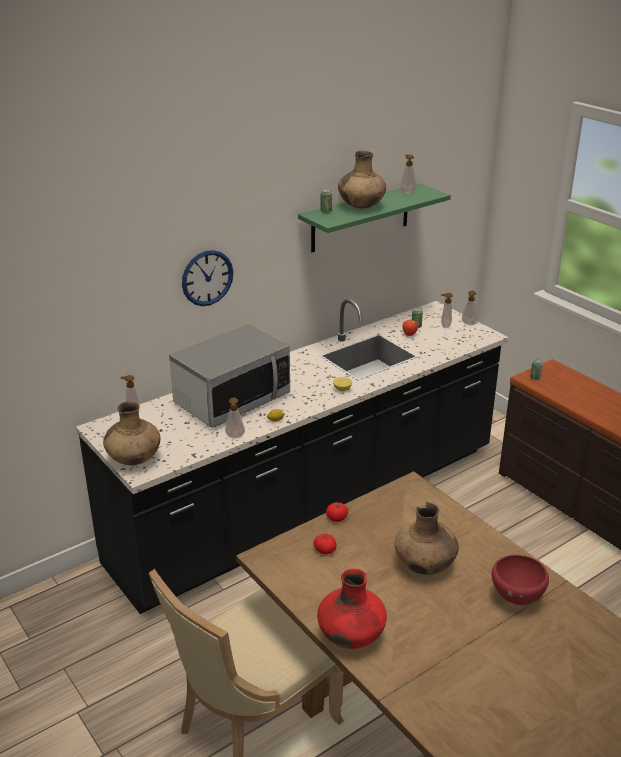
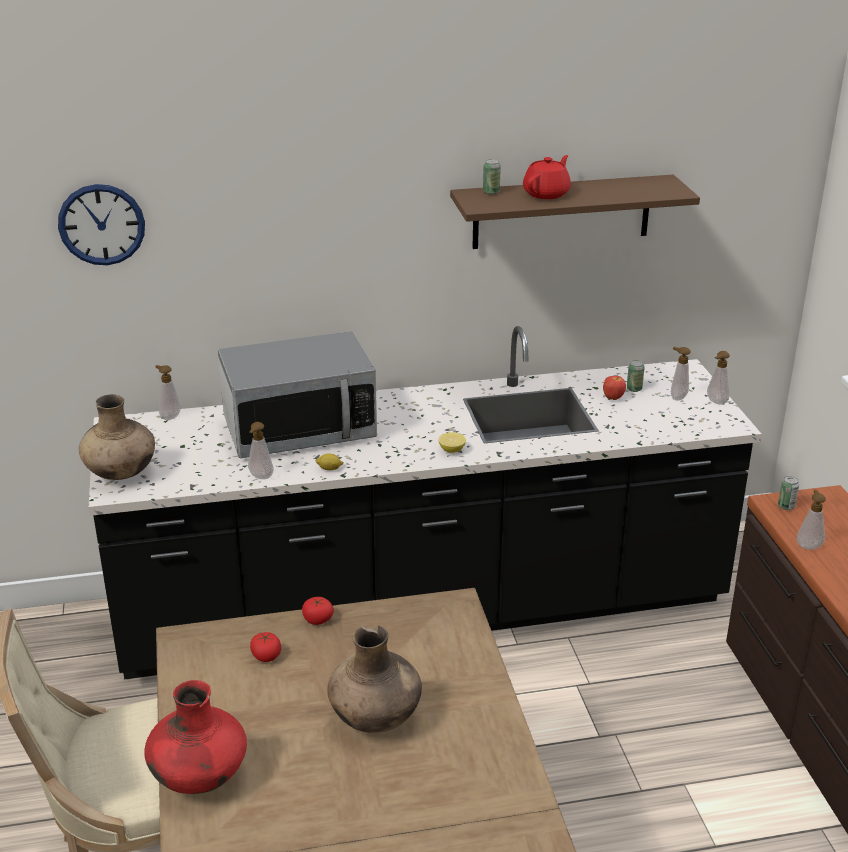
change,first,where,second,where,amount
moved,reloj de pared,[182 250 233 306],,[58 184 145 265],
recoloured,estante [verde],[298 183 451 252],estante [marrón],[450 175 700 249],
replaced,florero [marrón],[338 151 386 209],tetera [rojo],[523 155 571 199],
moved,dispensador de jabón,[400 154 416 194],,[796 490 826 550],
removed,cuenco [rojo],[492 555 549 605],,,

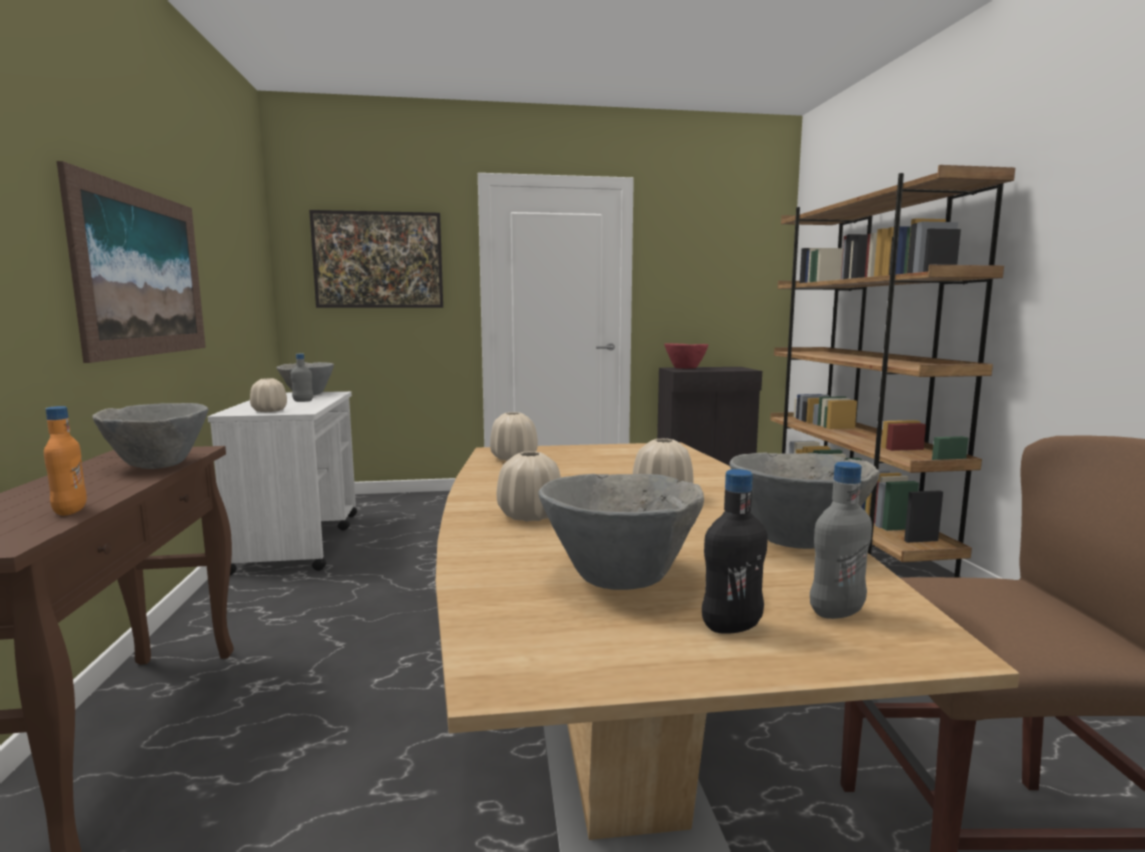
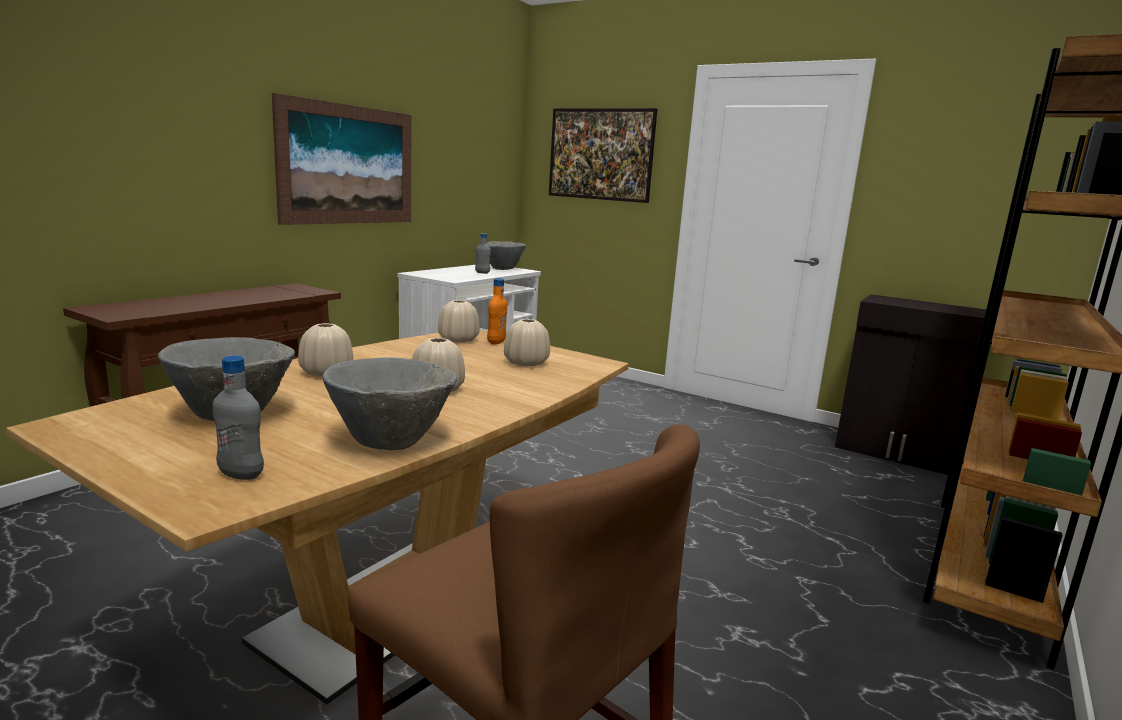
change,first,where,second,where,amount
moved,botella [naranja],[44 406 87 516],,[487 278 507 345],
removed,cuenco [gris],[92 403 209 469],,,
moved,florero [beis],[250 378 287 412],,[504 319 550 367],
removed,cuenco [rojo],[664 343 708 369],,,
removed,botella [negro],[702 469 768 634],,,

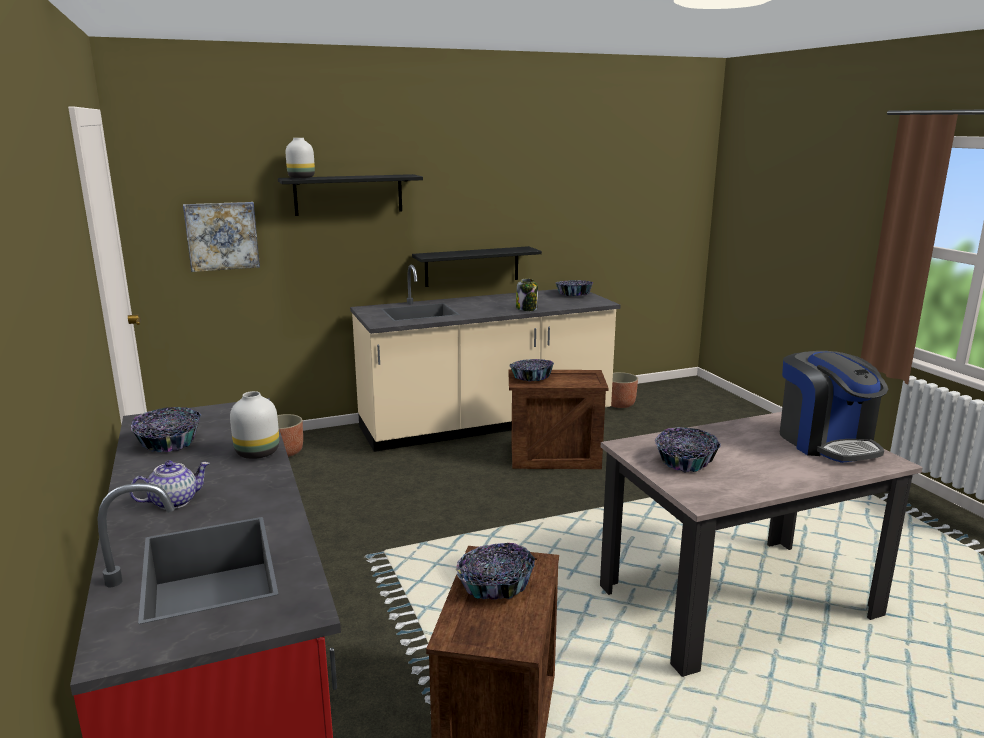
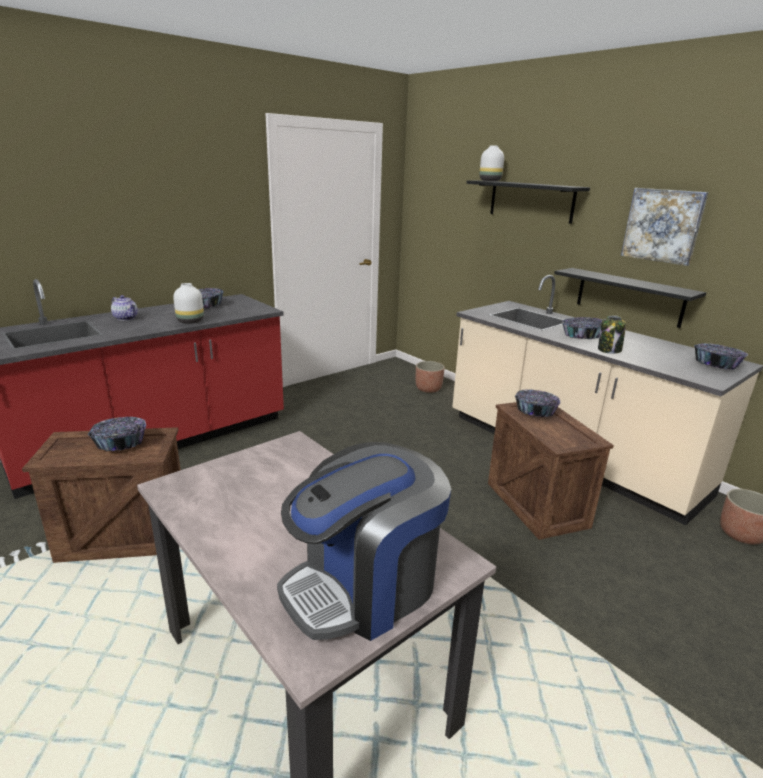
change,first,where,second,where,amount
moved,cuadro,[183 202 260 272],,[621 188 708 266],
moved,cuenco,[655 427 721 473],,[562 317 603 339],

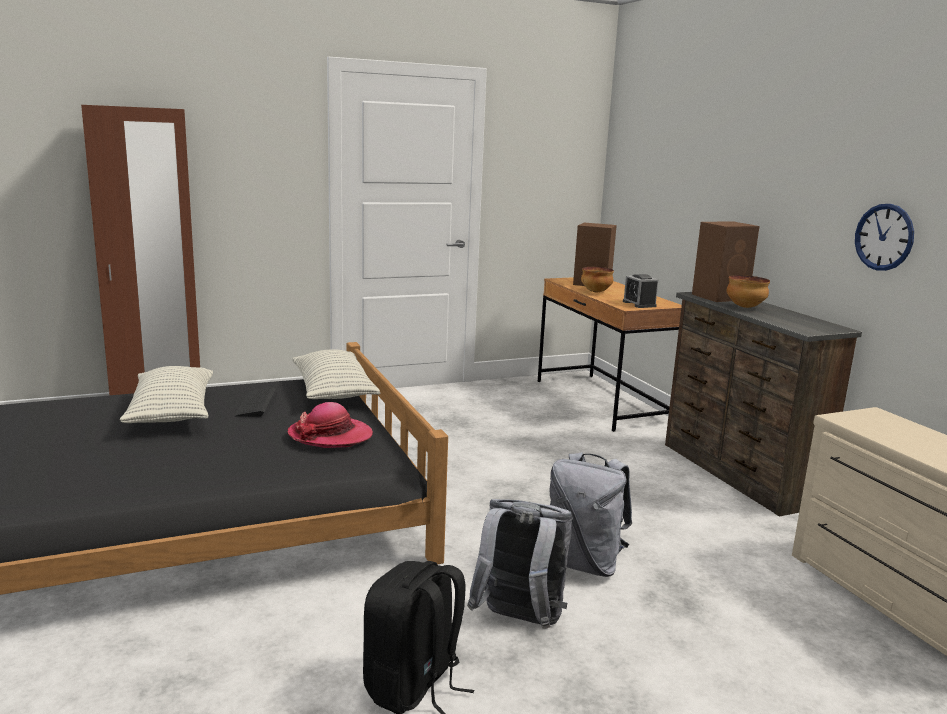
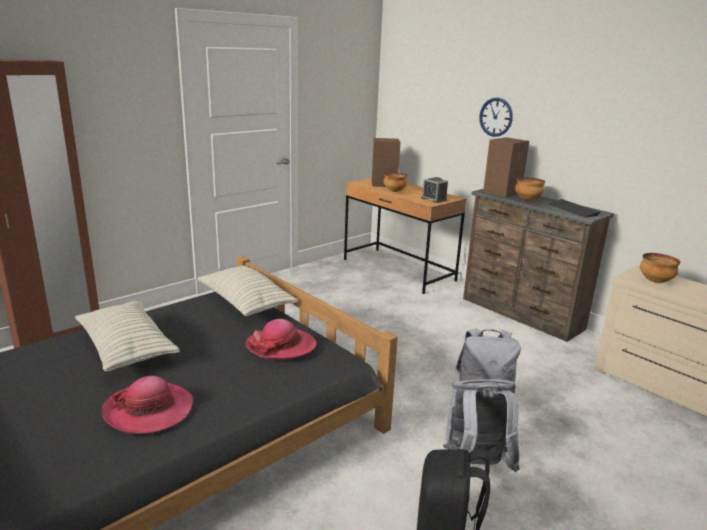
change,first,where,second,where,amount
moved,teclado,[234 387 276 417],,[549 199 600 217],
moved,reloj de pared,[855 204 914 271],,[479 98 513 137],
added,,,sombrero,[102 375 193 434],
added,,,cuenco,[640 253 680 283],

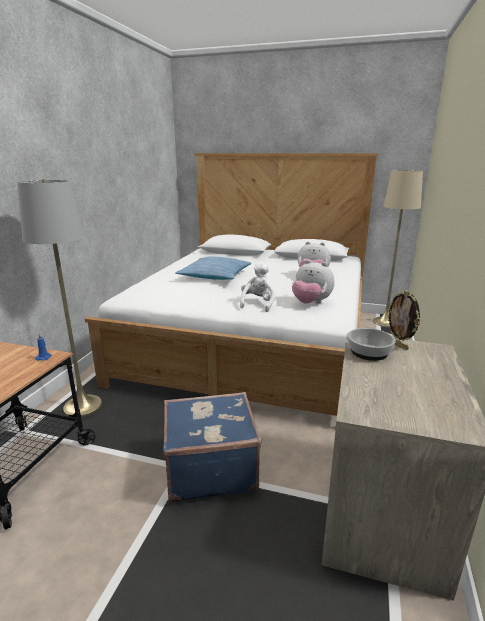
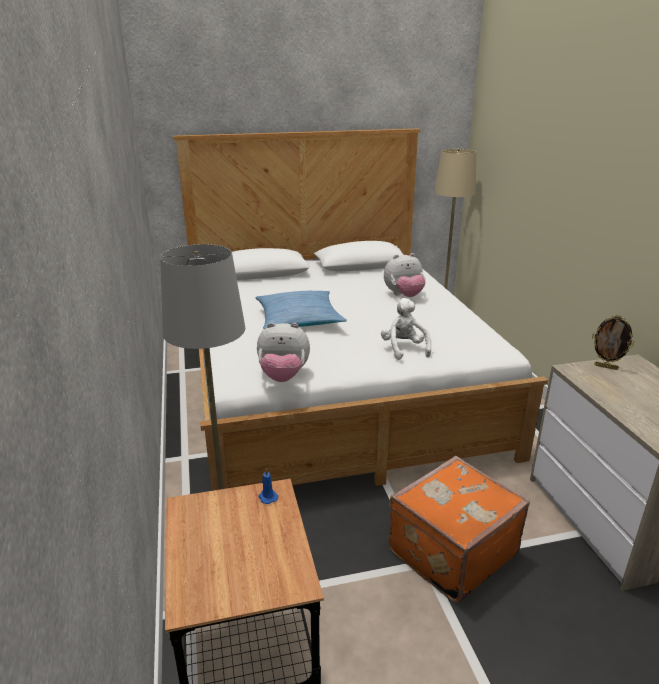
change,first,where,second,where,amount
recoloured,maleta [azul],[163 392 261 503],maleta [naranja],[388 456 530 603],
moved,peluche,[292 260 334 304],,[257 322 310 382],
removed,cuenco,[347 328 396 361],,,

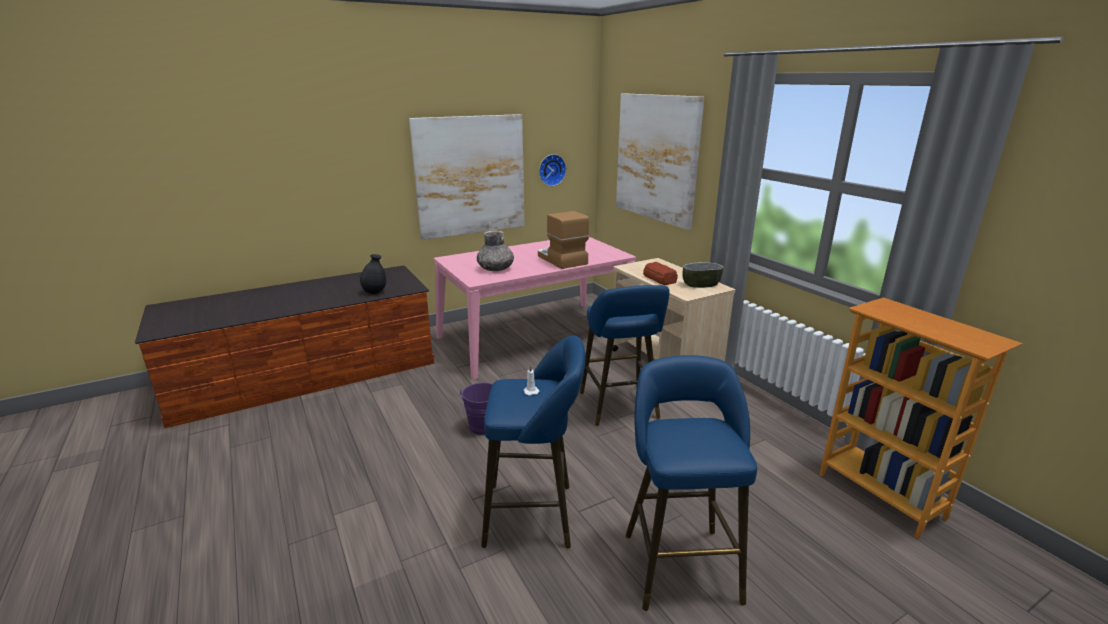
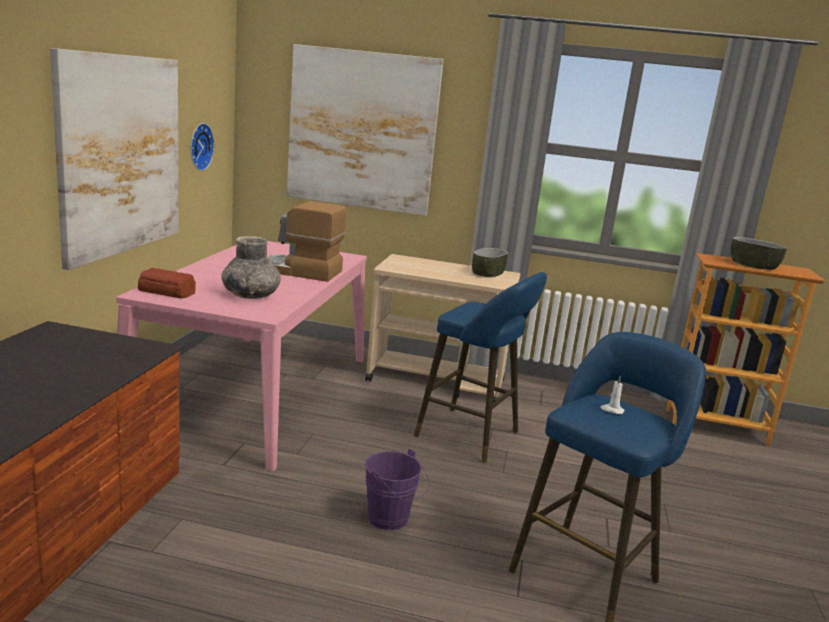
change,first,where,second,where,amount
removed,florero [negro],[360 254 386 294],,,
removed,taburete [azul],[626 355 757 611],,,
moved,pan,[643 262 678 285],,[138 268 196 298],
added,,,cuenco,[731 237 787 270],

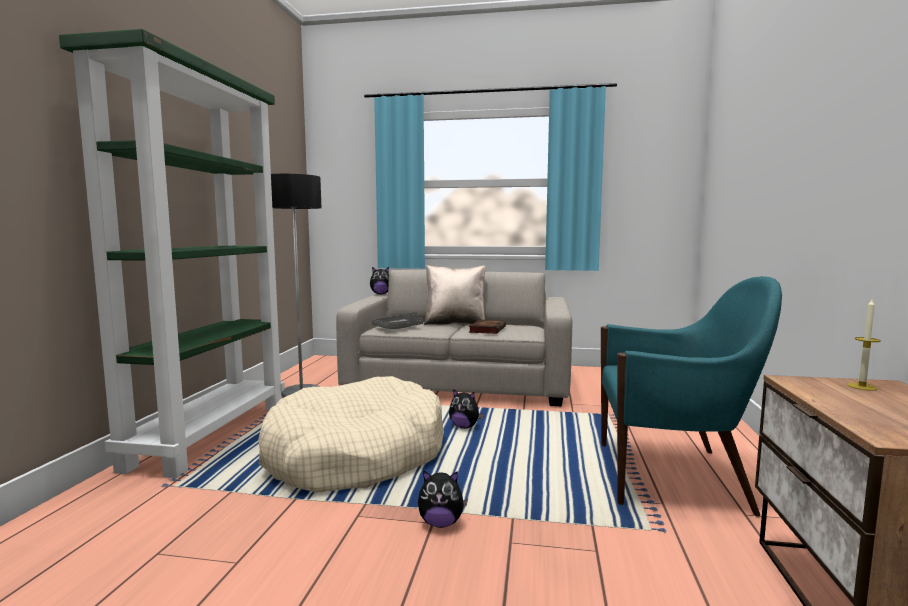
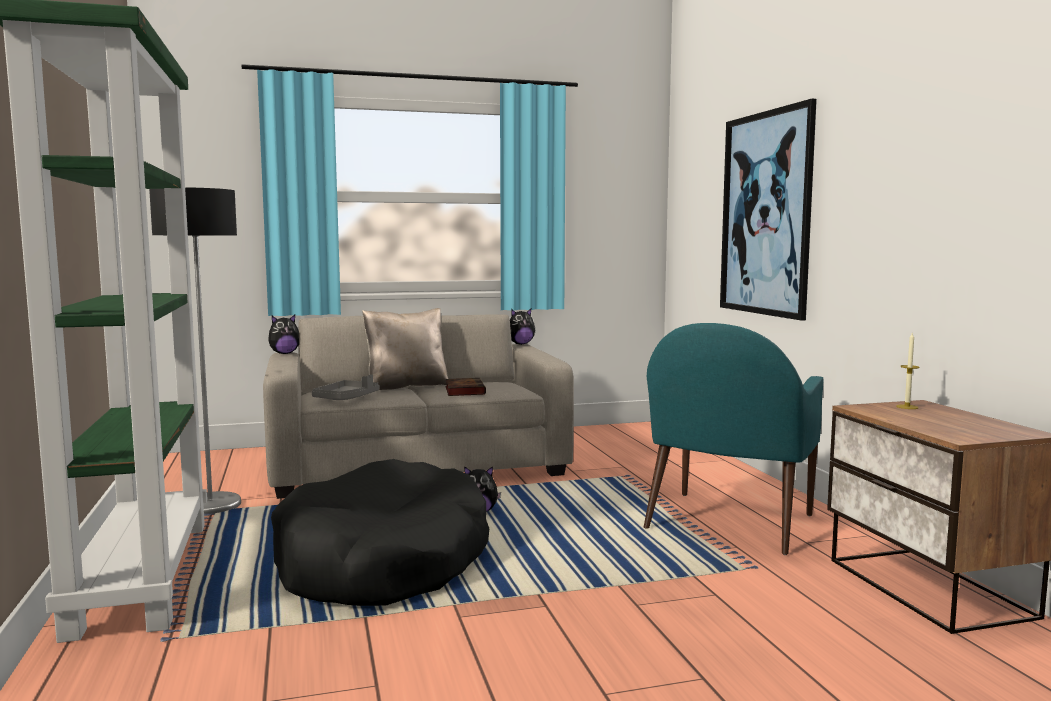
change,first,where,second,where,amount
recoloured,cama para perro [beis],[258 376 444 493],cama para perro [negro],[271 459 490 606],
moved,peluche,[418 470 468 528],,[510 309 535 345],
turned,sillón [turquesa],[601 276 782 517],,[644 323 823 555],135 degrees clockwise
added,,,cuadro,[720 99 817 320],

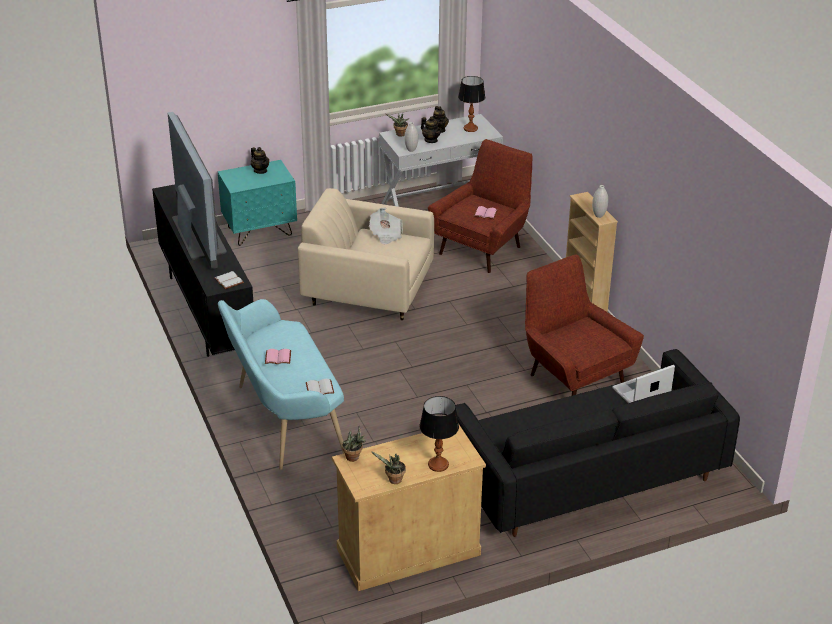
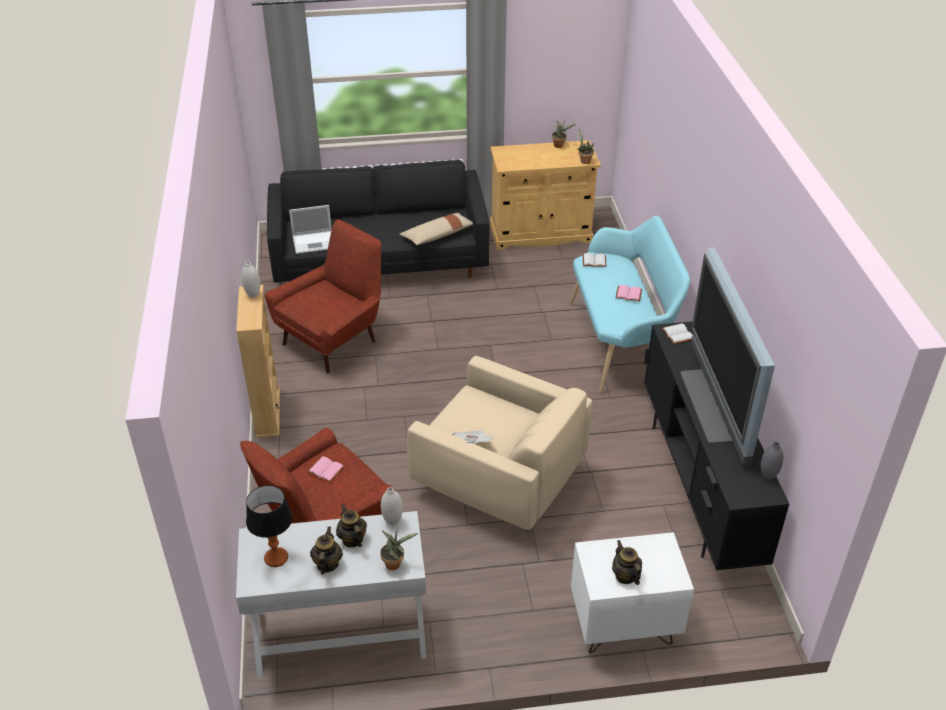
change,first,where,second,where,amount
recoloured,mesita de noche [turquesa],[218 160 297 246],mesita de noche [blanco],[571 532 694 654],
removed,lámpara de mesa,[420 396 459 472],,,
turned,sillón [rojo],[525 255 644 396],,[265 219 381 373],120 degrees counterclockwise
added,,,cojín [beis],[400 213 473 245],
added,,,florero [gris],[761 442 784 480],

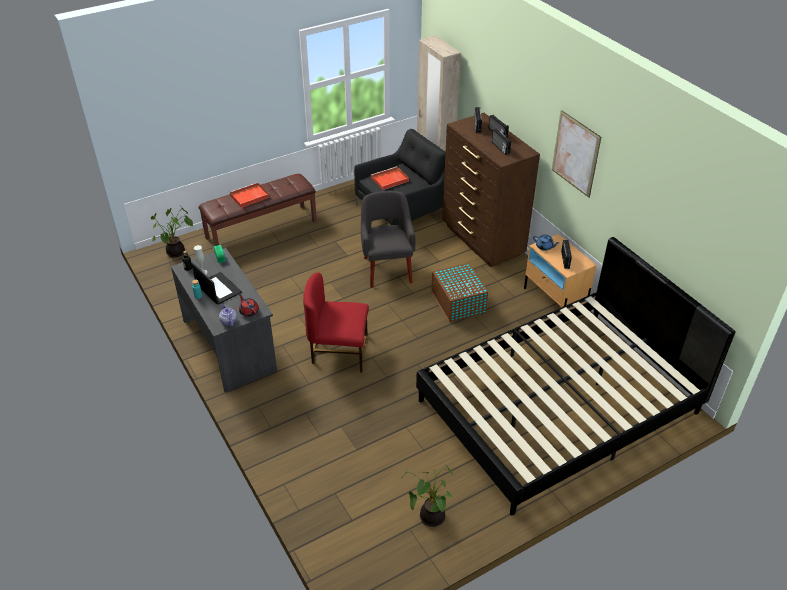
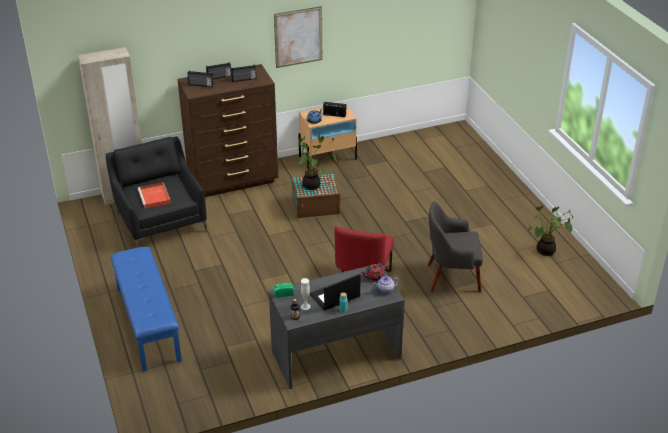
change,first,where,second,where,amount
moved,planta en maceta,[151 207 193 257],,[298 134 337 190],
recoloured,banco [marrón],[199 174 317 246],banco [azul],[110 247 182 372],
removed,bandeja [rojo],[230 182 269 208],,,
moved,sillón [gris],[361 191 416 288],,[428 201 483 293],
removed,cama [negro],[416 237 735 515],,,

